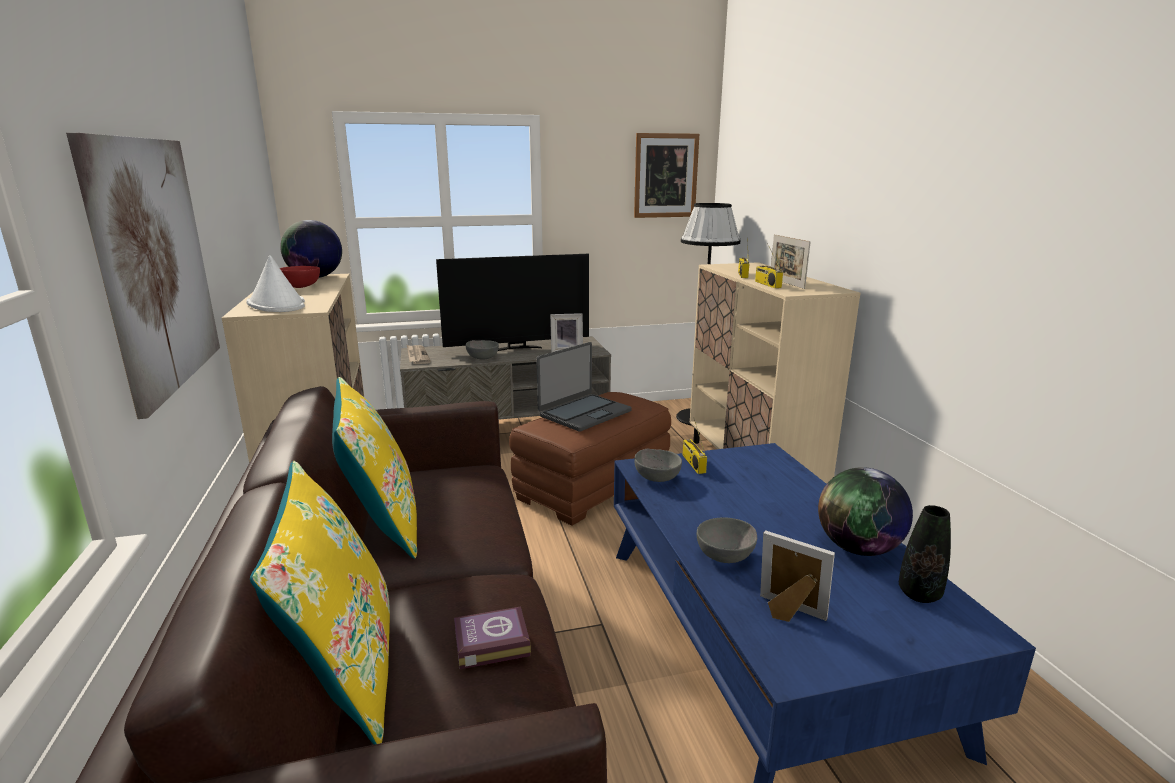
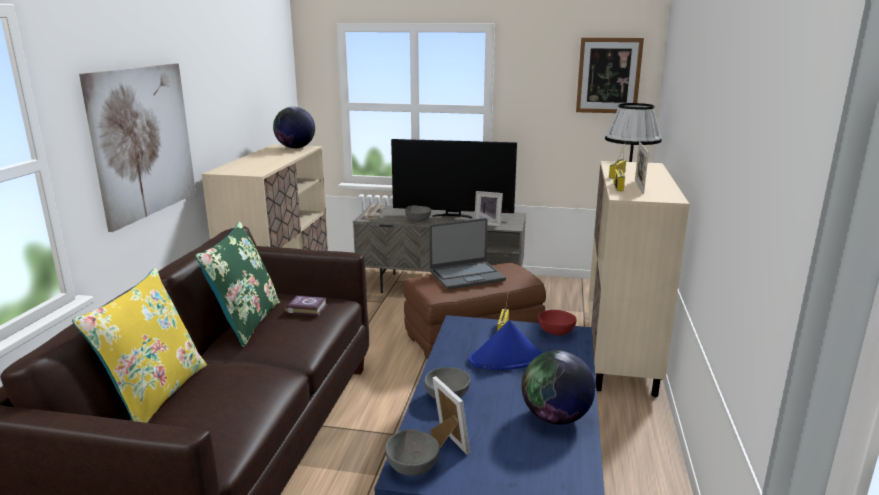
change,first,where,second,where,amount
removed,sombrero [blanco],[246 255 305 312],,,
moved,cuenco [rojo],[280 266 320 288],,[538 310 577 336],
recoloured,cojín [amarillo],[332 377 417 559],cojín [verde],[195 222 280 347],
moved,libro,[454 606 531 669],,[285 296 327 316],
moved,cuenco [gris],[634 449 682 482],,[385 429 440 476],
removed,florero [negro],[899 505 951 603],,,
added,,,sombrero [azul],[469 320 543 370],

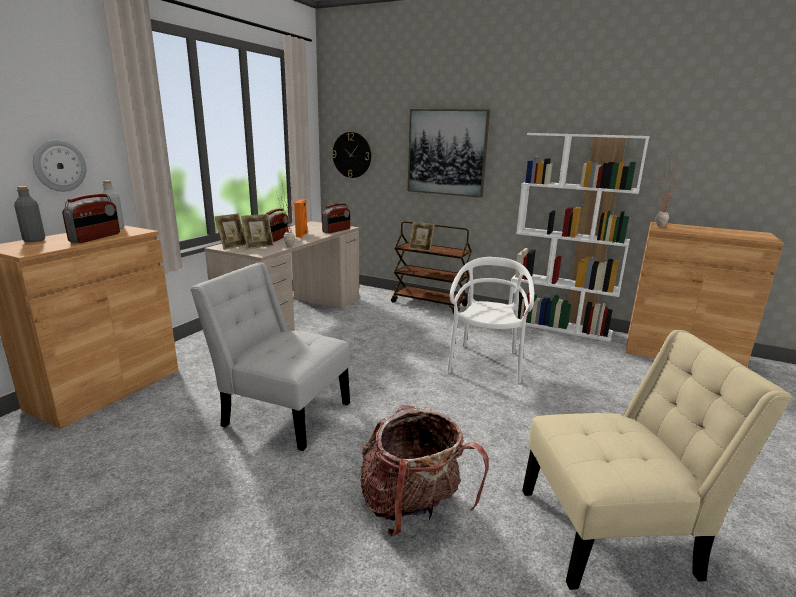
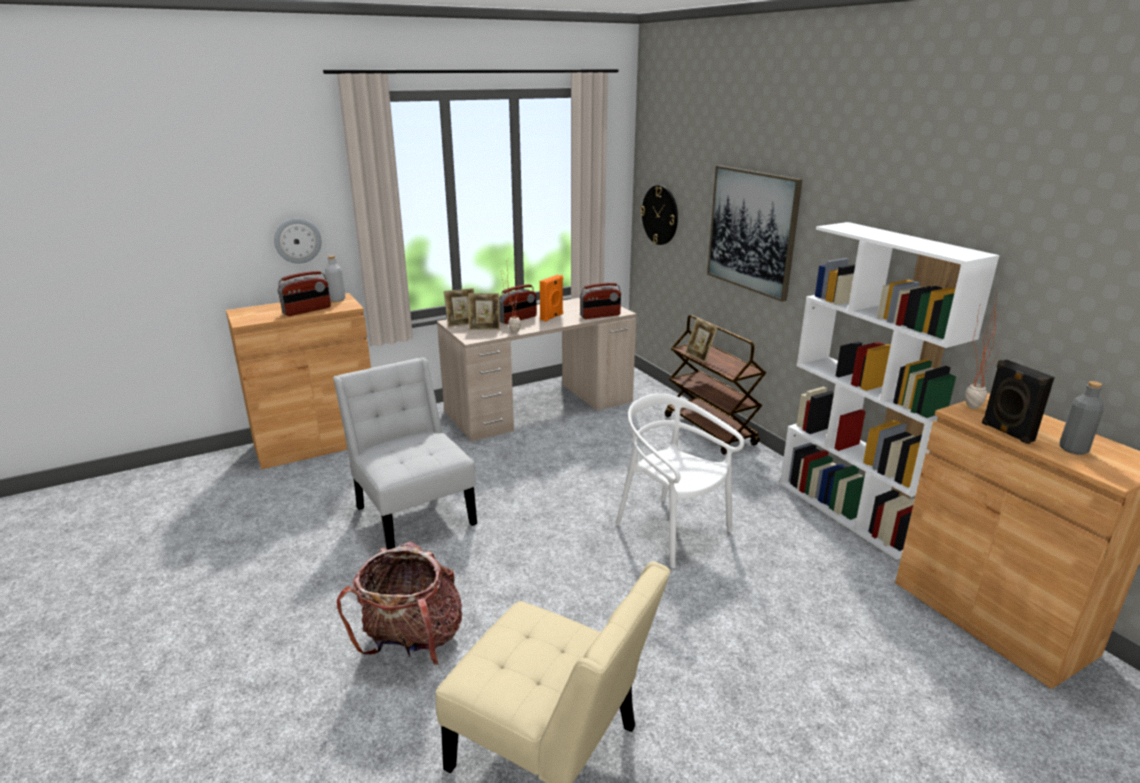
change,first,where,second,where,amount
moved,botella [gris],[14 186 45 242],,[1060 381 1104 455],
turned,silla [blanco],[447 257 534 383],,[616 393 745 568],90 degrees counterclockwise
added,,,altavoz [negro],[982 360 1055 444],

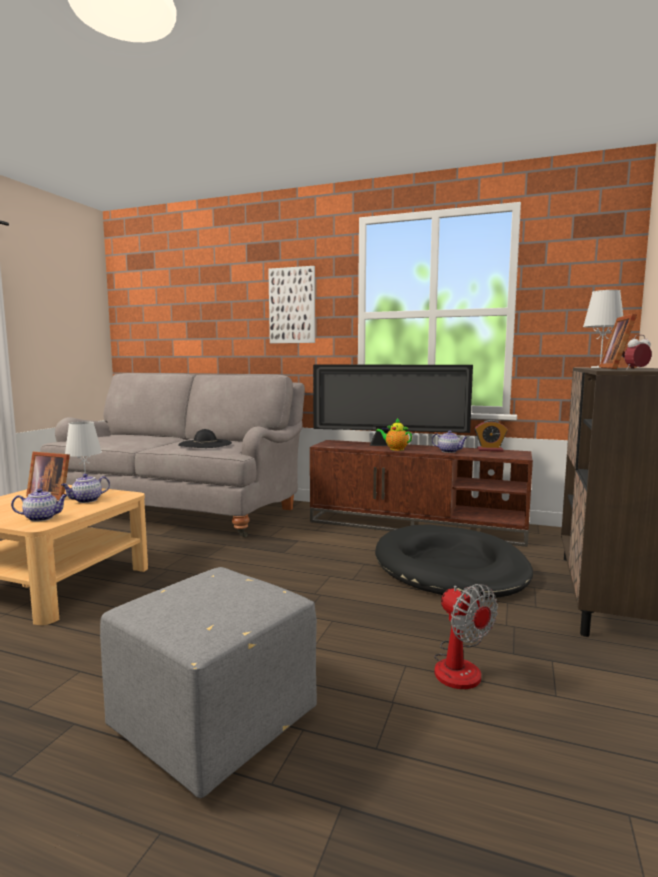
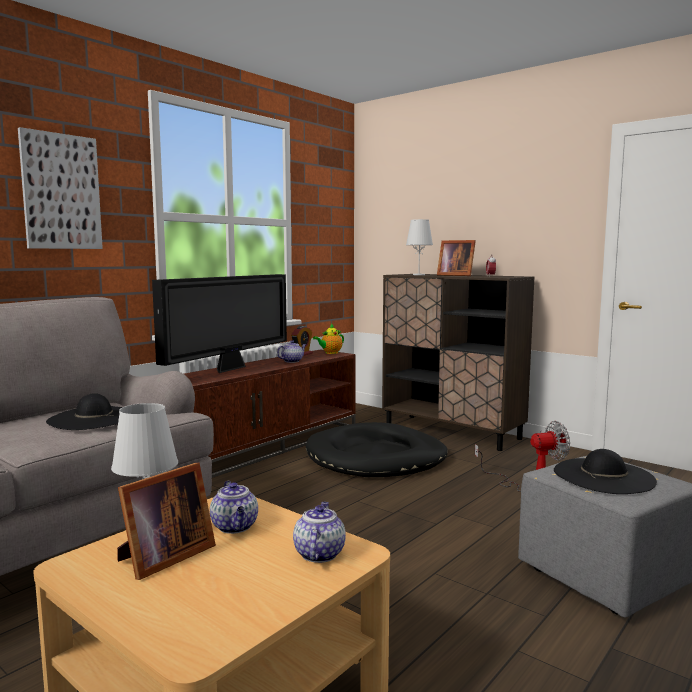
change,first,where,second,where,amount
moved,tetera,[376 418 412 451],,[313 323 344 354],
added,,,sombrero [negro],[554 449 657 494],

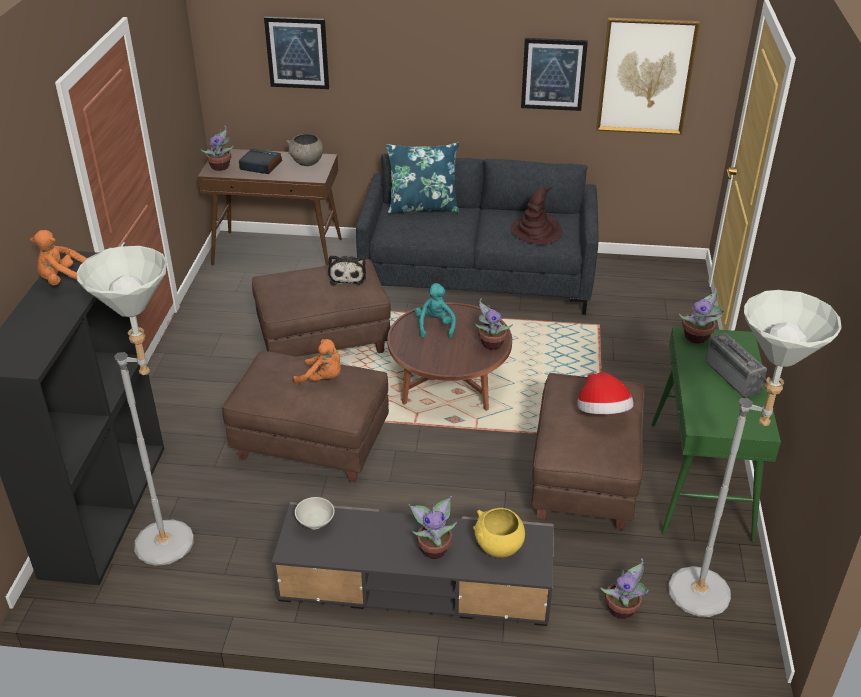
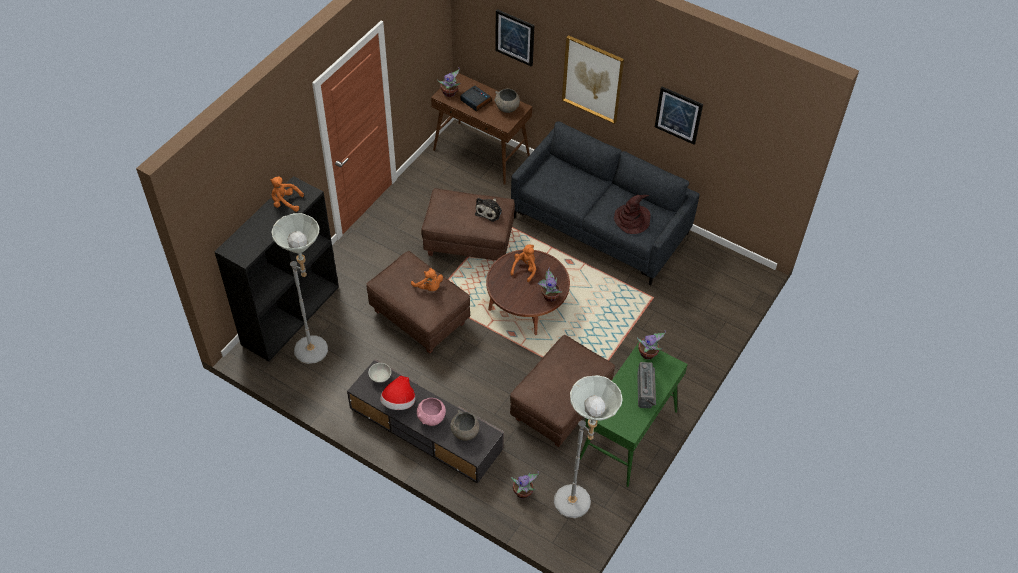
change,first,where,second,where,amount
removed,cojín [azul],[386 143 459 215],,,
replaced,planta en maceta,[409 496 457 559],cuenco [rosa],[417 398 446 426],
recoloured,peluche [turquesa],[415 283 456 339],peluche [naranja],[510 244 536 282],
recoloured,cuenco [amarillo],[473 508 525 558],cuenco [gris],[450 410 479 441],
moved,sombrero,[577 372 634 414],,[380 376 415 410],
moved,cuadro,[596 18 700 135],,[562 35 624 124],

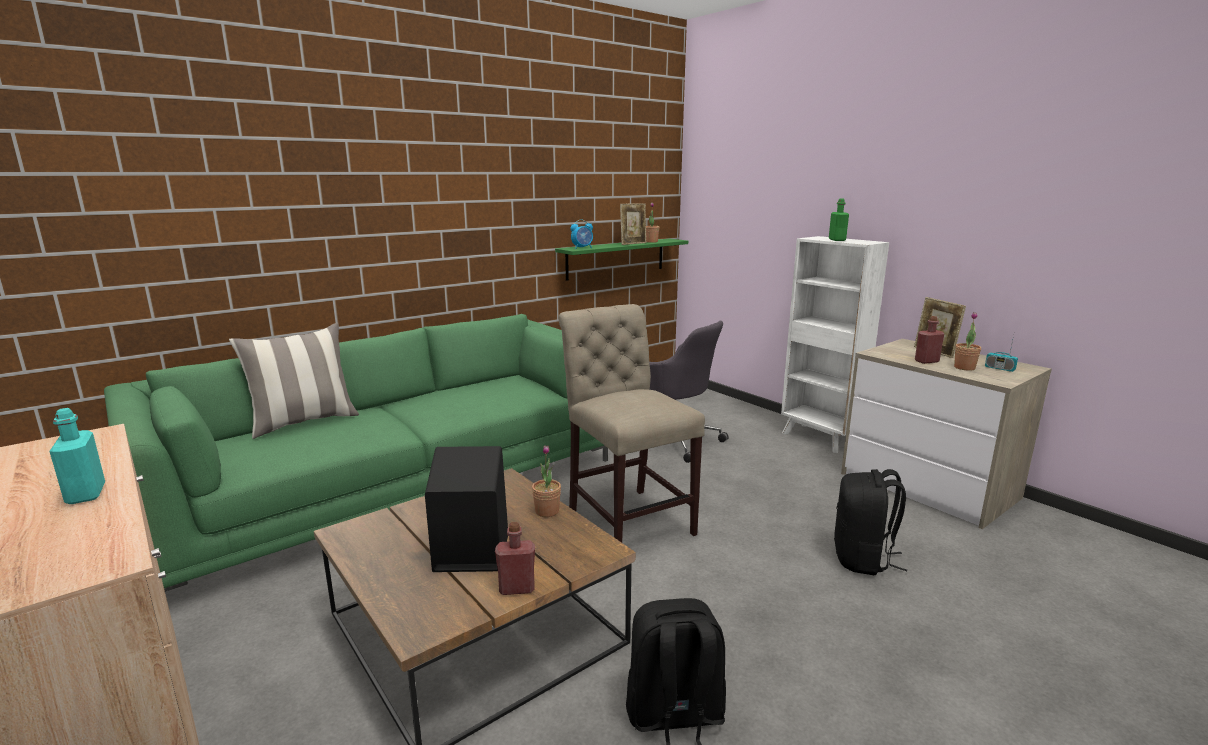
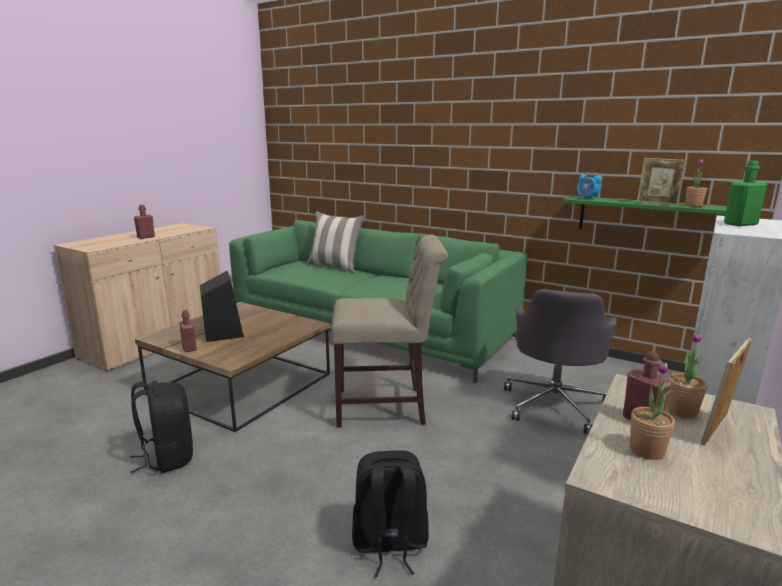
change,first,where,second,where,amount
recoloured,botella [turquesa],[49 408 105 504],botella [rojo],[134 205 155 239],
moved,planta en maceta,[532 445 561 517],,[666 332 707 418],
turned,silla [beis],[558 304 705 542],,[331 235 448 428],45 degrees clockwise
removed,radio,[985 340 1018 372],,,

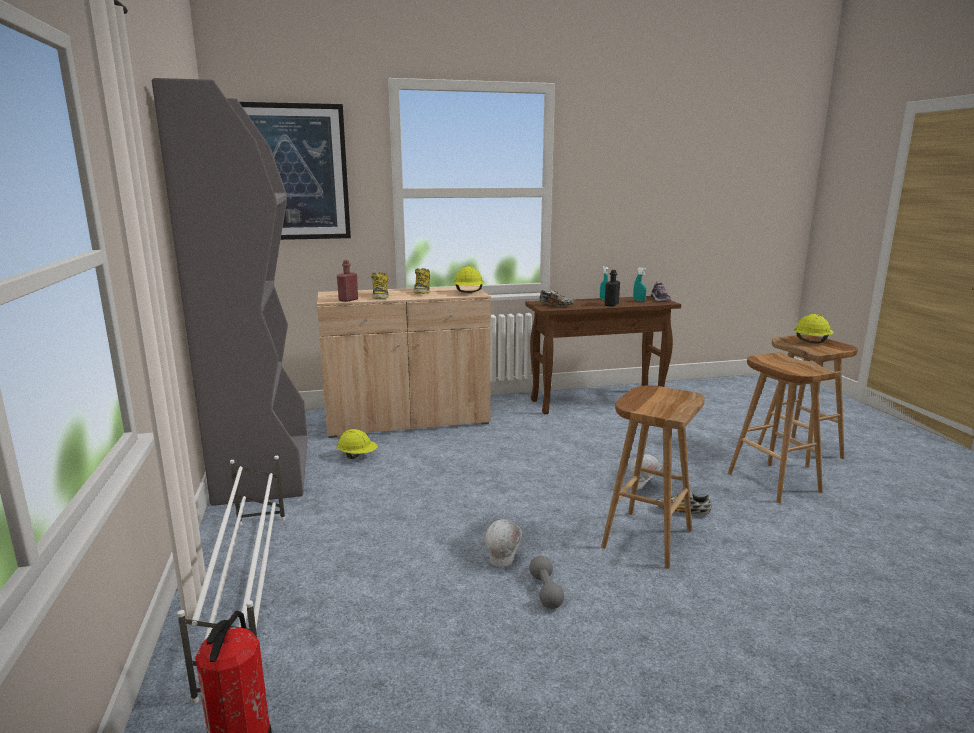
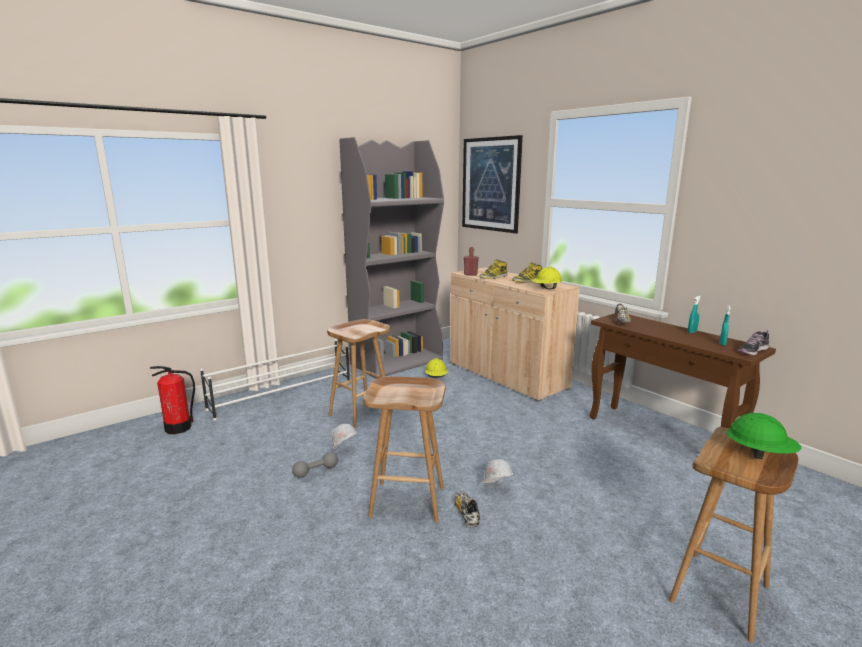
change,first,where,second,where,amount
removed,botella [negro],[605 270 620 307],,,
moved,taburete [marrón],[728 352 842 503],,[327 319 393 429],
recoloured,casco [amarillo],[794 314 834 343],casco [verde],[726 413 801 459],

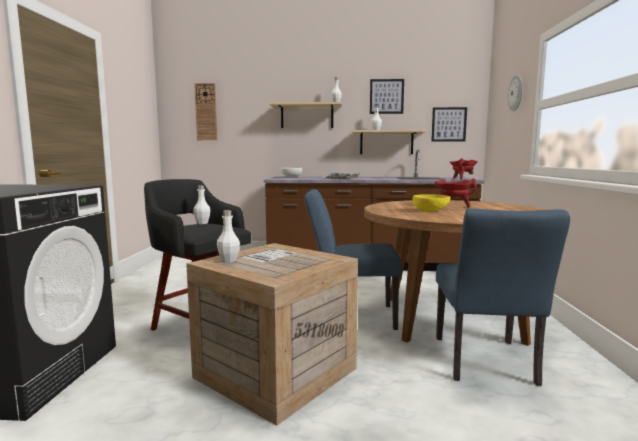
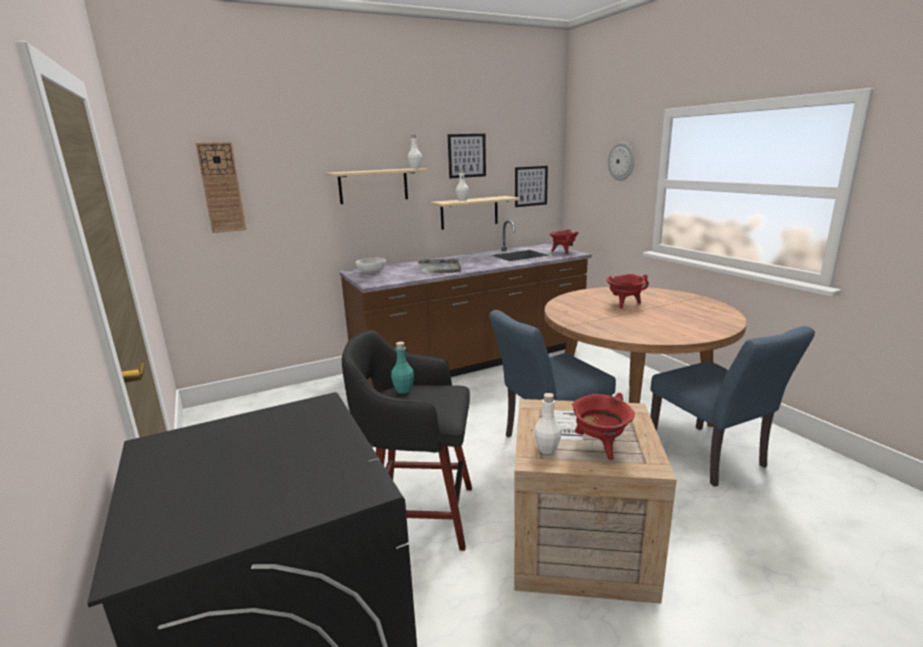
change,first,where,second,where,amount
recoloured,botella [blanco],[193 185 211 224],botella [turquesa],[391 342 414 394],
removed,cuenco [amarillo],[413 194 451 212],,,
added,,,olla [rojo],[572 393 635 460],

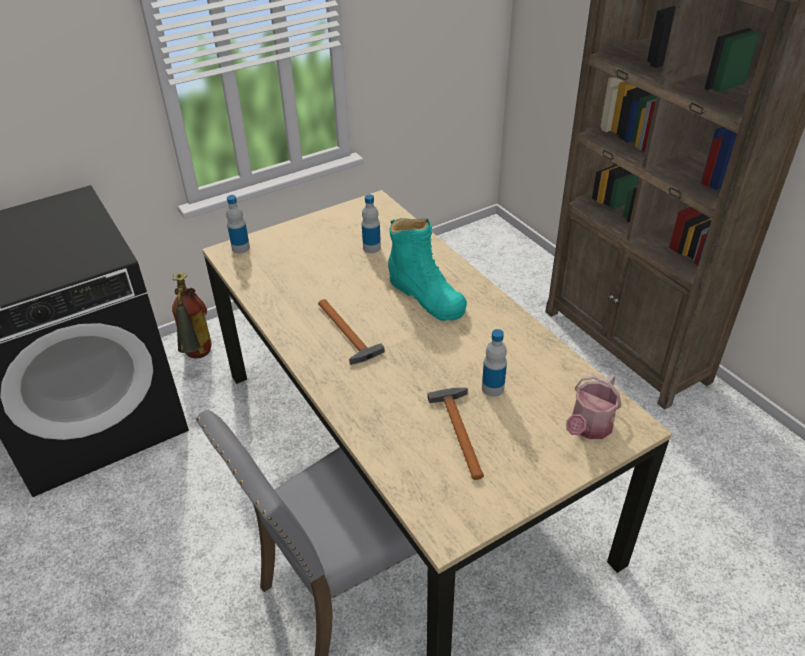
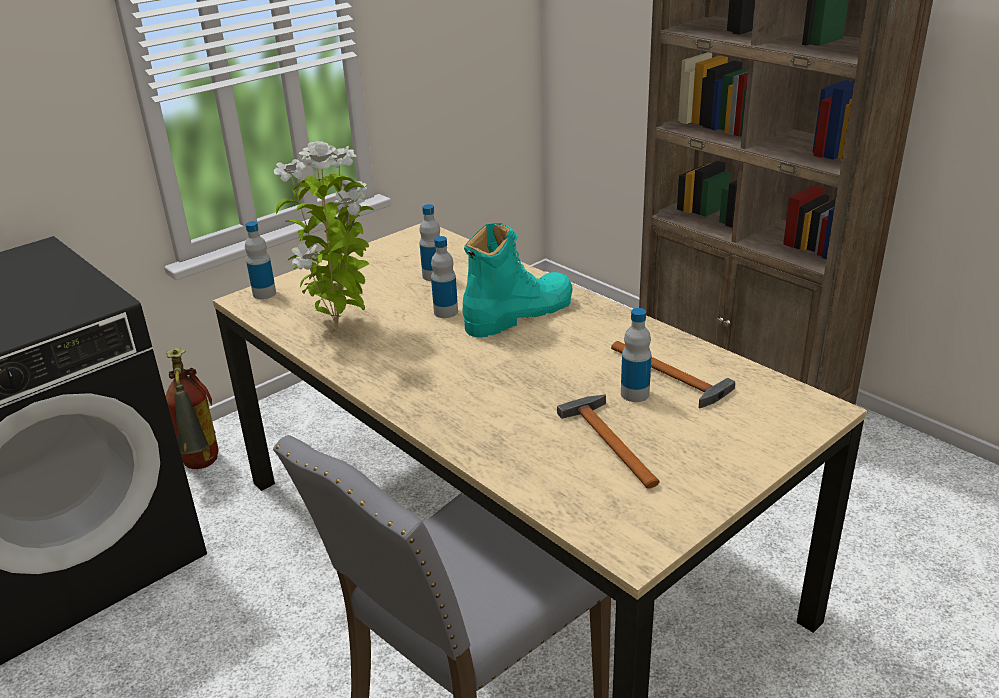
change,first,where,second,where,amount
moved,martillo,[318 299 385 365],,[611 341 735 408],
turned,bota [turquesa],[388 218 467 321],,[463 223 573 338],75 degrees counterclockwise
removed,regadera,[566 375 621 439],,,
added,,,planta en maceta,[273 141 374 328],
added,,,botella,[431 236 458 318],

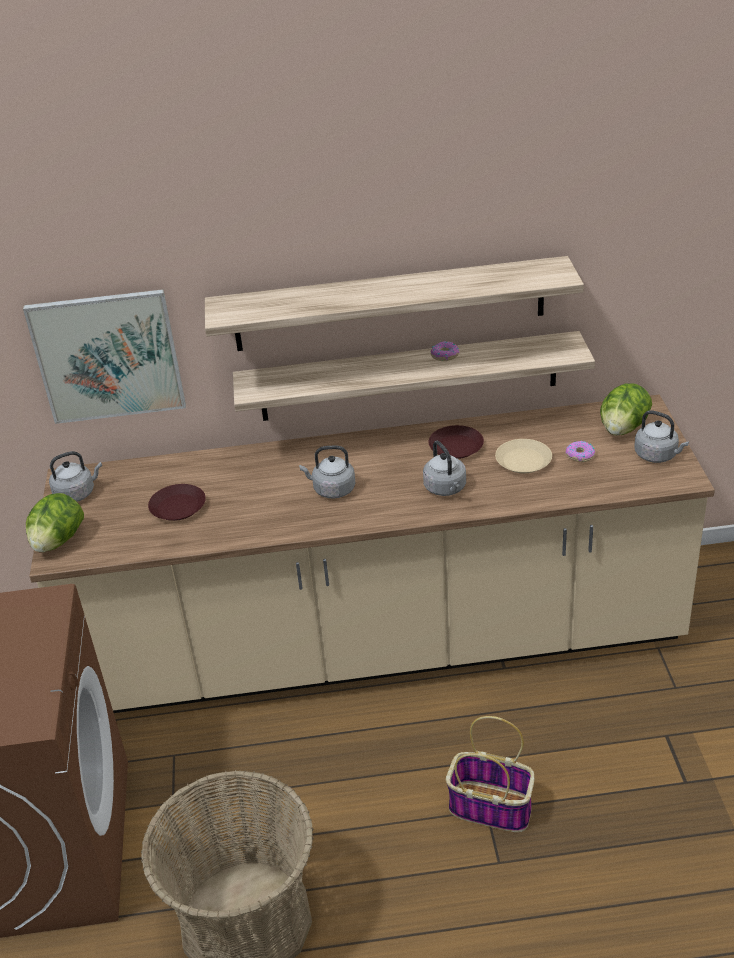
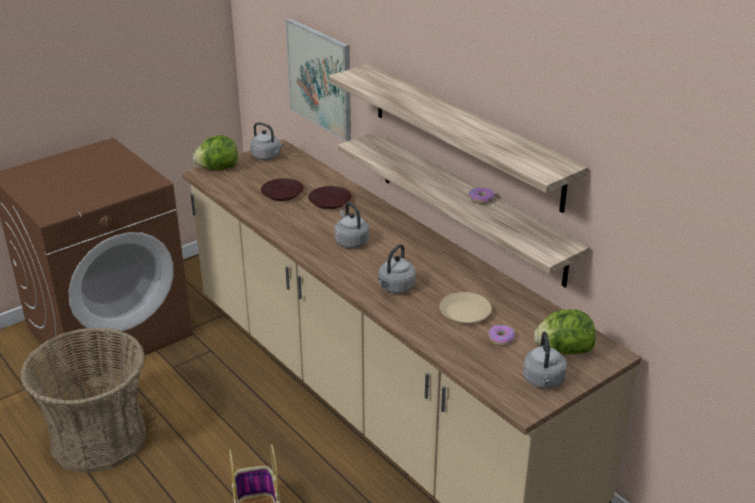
change,first,where,second,where,amount
moved,plato [marrón],[429 425 484 459],,[308 186 352 209],

